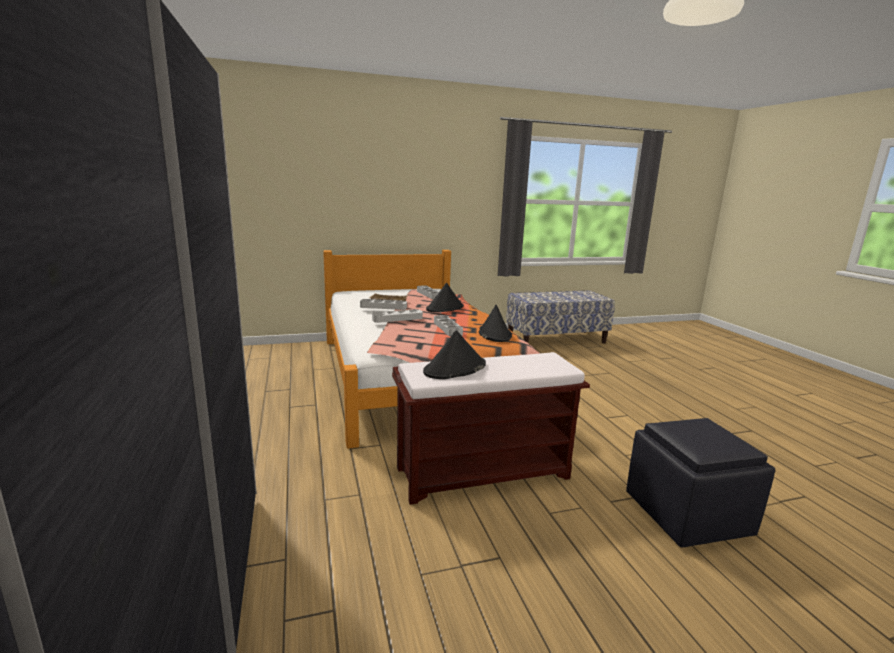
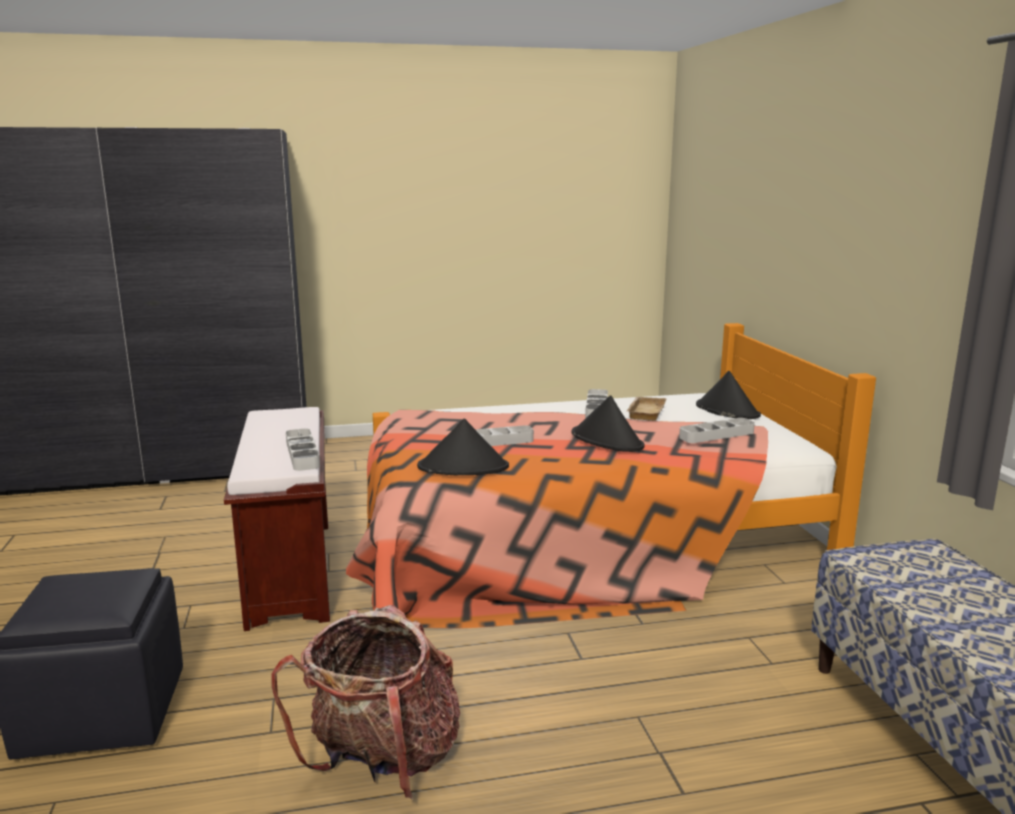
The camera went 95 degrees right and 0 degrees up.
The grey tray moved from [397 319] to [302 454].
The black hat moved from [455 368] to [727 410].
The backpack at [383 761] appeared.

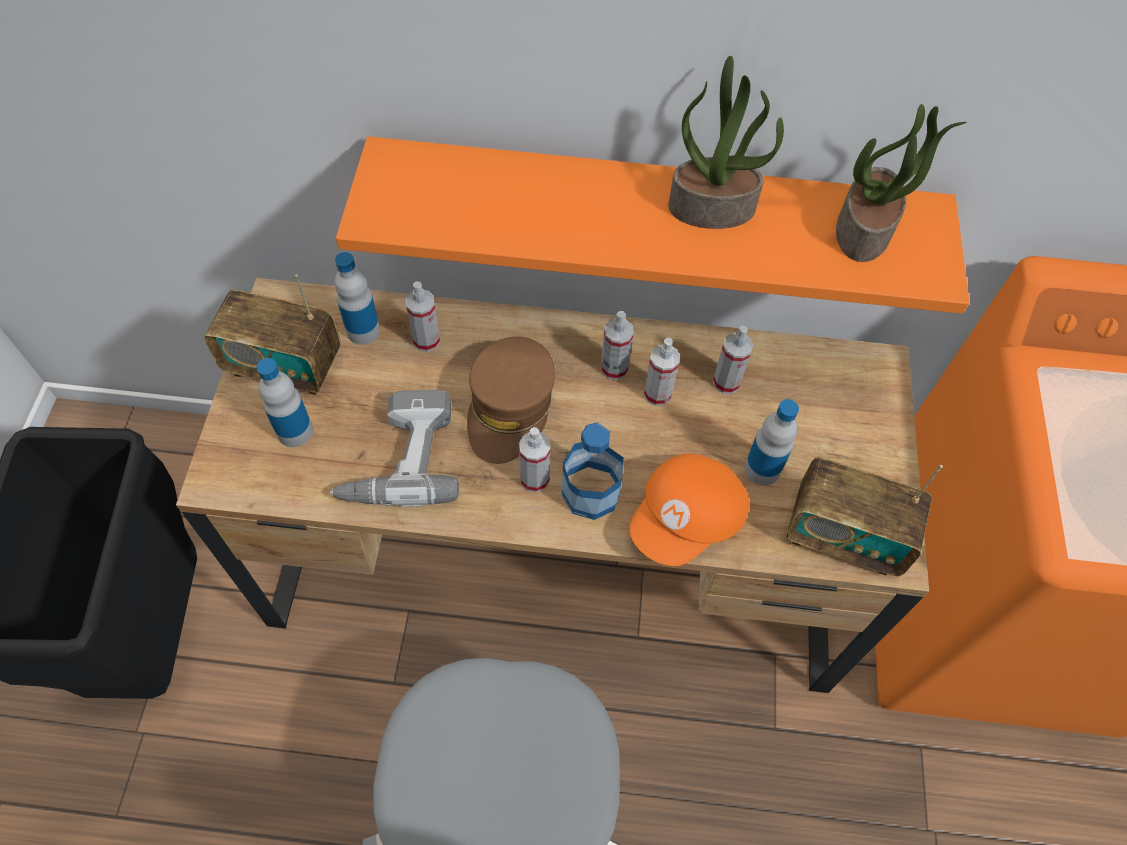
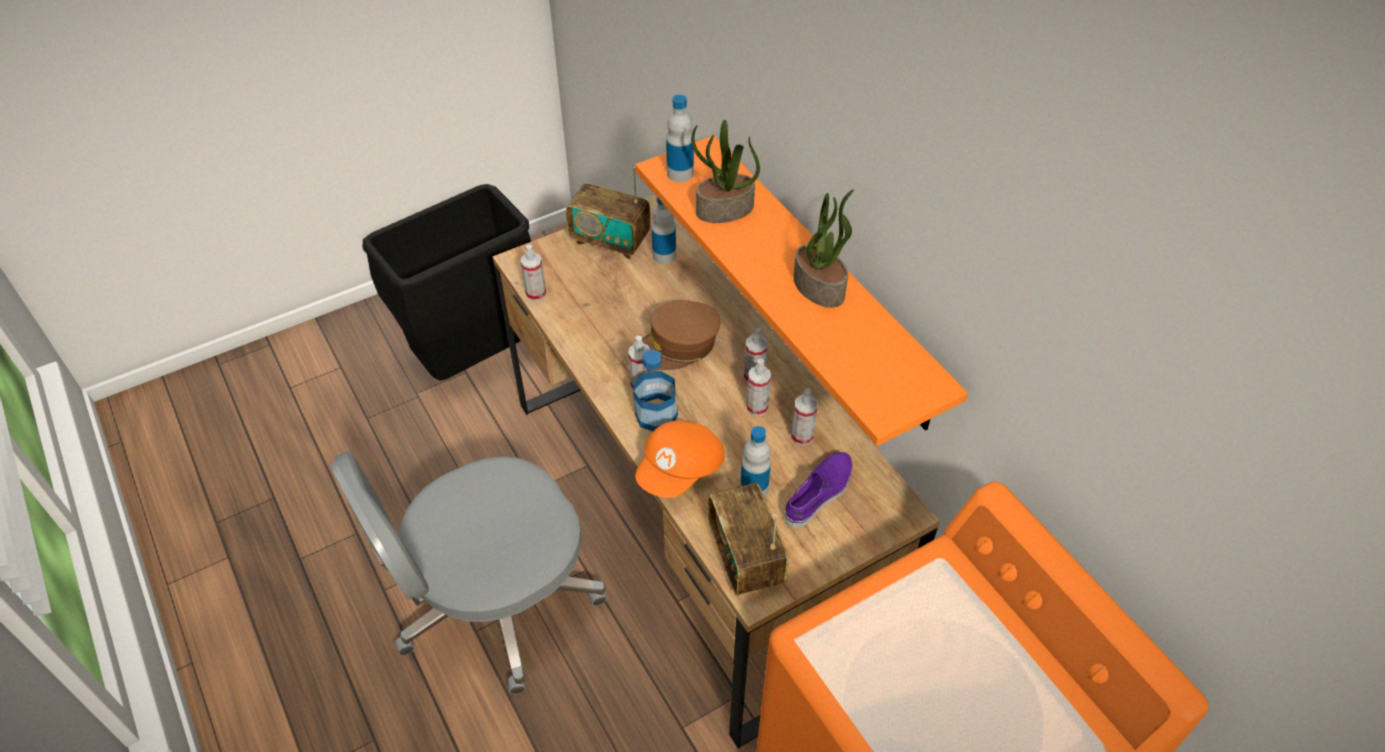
The camera went 55 degrees right and 10 degrees down.
The potted plant moved from [865 230] to [724 210].
The radio at [285 365] turned 45 degrees counterclockwise.
The spray bottle moved from [426 340] to [536 293].
The bottle moved from [295 431] to [680 173].
The power drill at [398 457] disappeared.
The orange cap at [687 520] turned 60 degrees counterclockwise.
The purple shoe at [819 493] appeared.

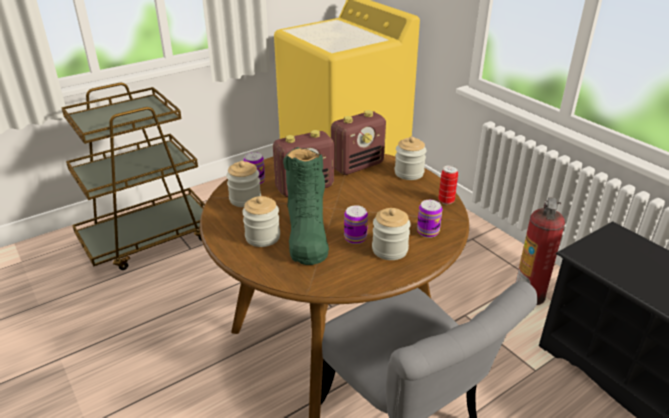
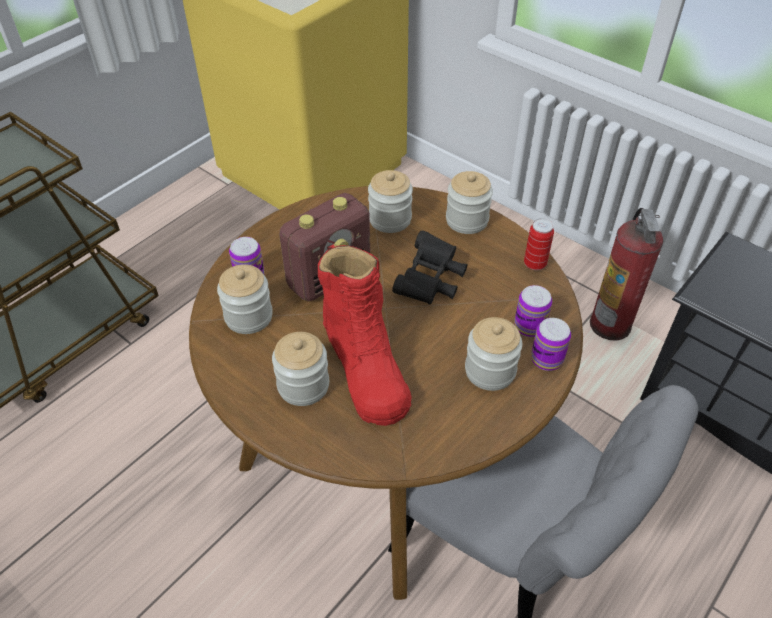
The camera went 15 degrees left and 15 degrees up.
The radio at [357 166] was replaced by the jar at [390 219].
The green boot at [307 234] became the red boot at [365 366].
The can moved from [355 238] to [546 359].
The black binoculars at [430 281] appeared.

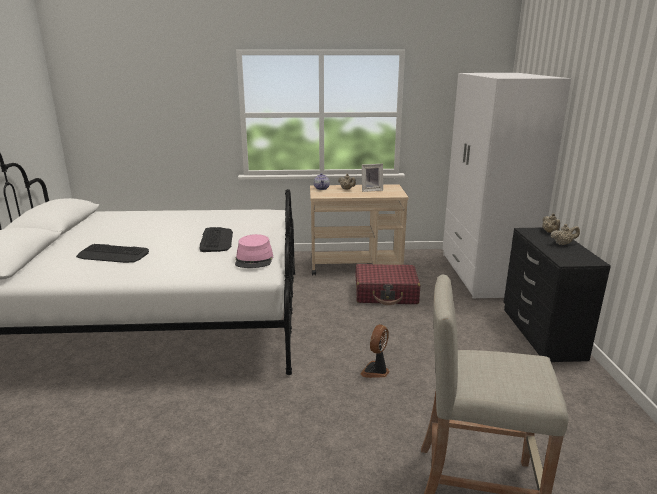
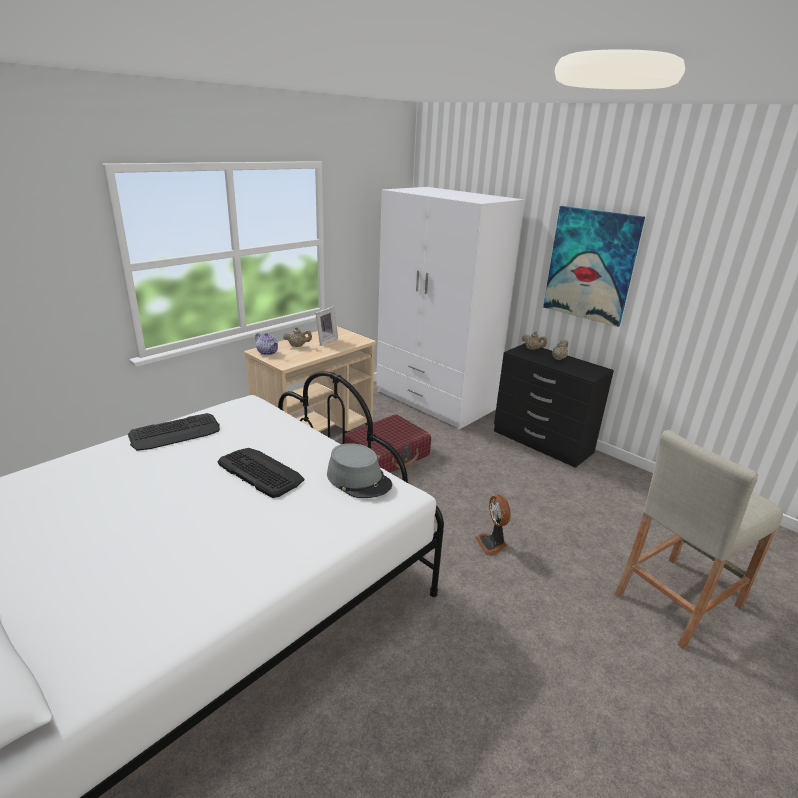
The camera went 45 degrees left and 5 degrees up.
The pink hat at [254 259] became the grey hat at [359 479].
The keyboard moved from [113 255] to [175 433].
The picture at [590 265] appeared.

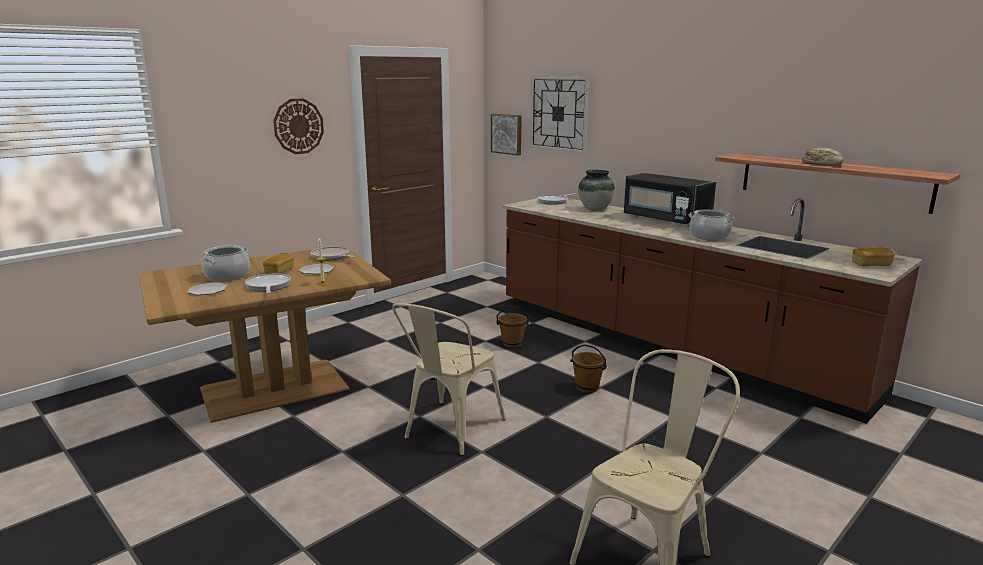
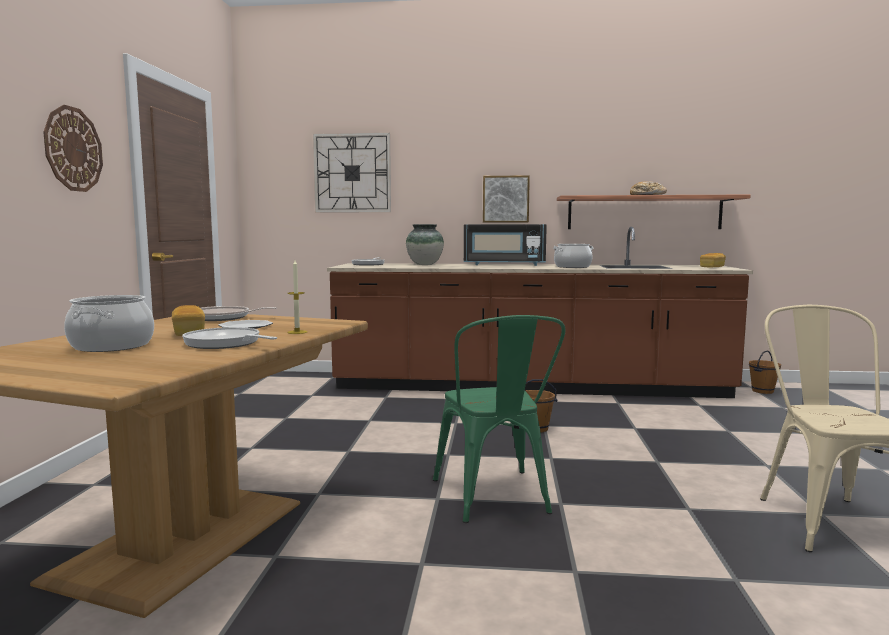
The camera went 40 degrees left and 10 degrees down.
The picture moved from [507 134] to [505 199].
The plate at [208 290] disappeared.
The beige chair at [449 431] became the green chair at [495 499].
The brown bucket moved from [512 344] to [762 391].

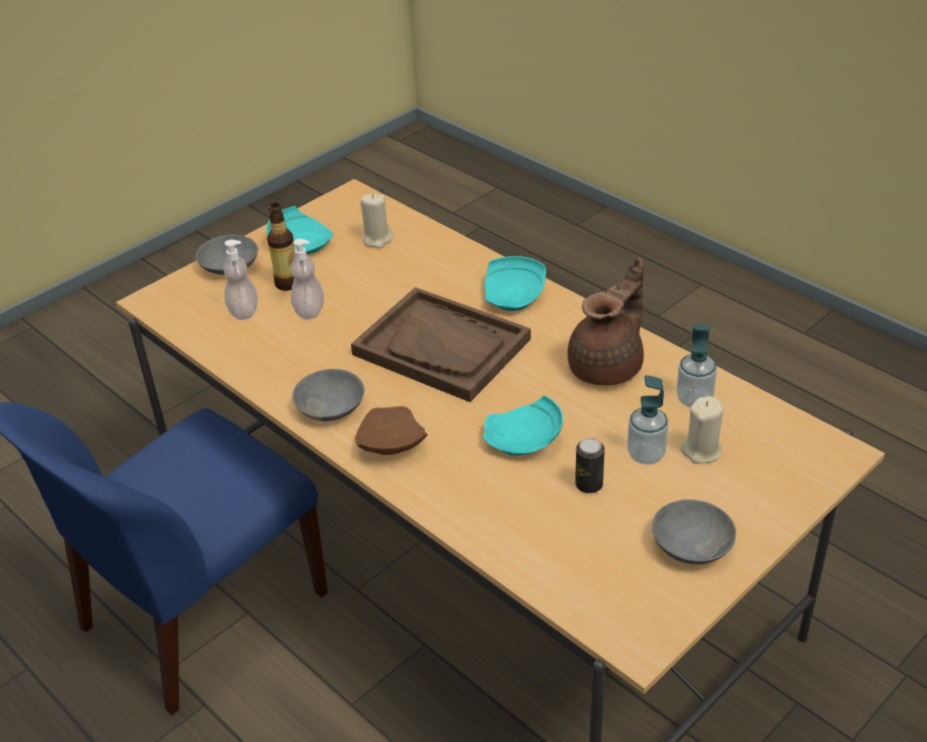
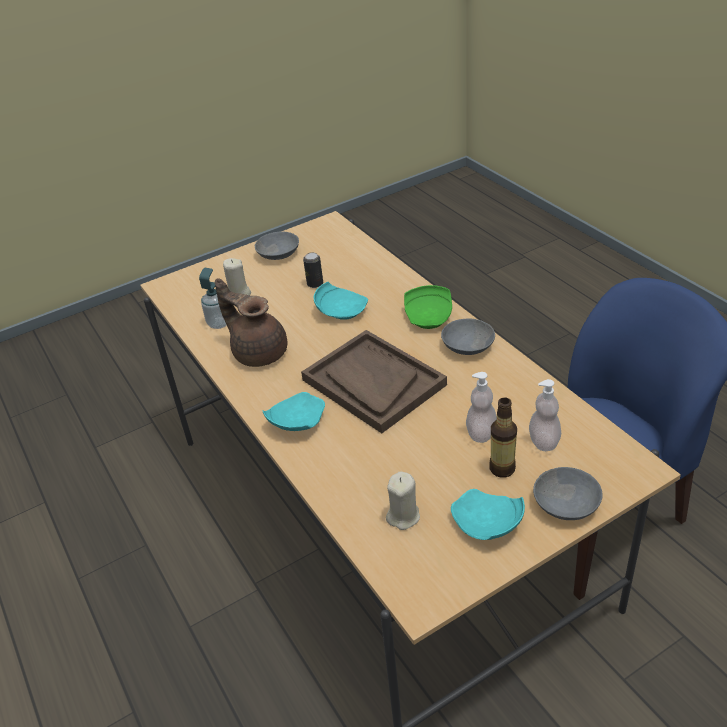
The camera went 165 degrees left and 0 degrees up.
The brown teapot at [608 366] turned 75 degrees clockwise.
The soap dispenser at [646 454] disappeared.
The brown plate at [389 445] became the green plate at [429 317].

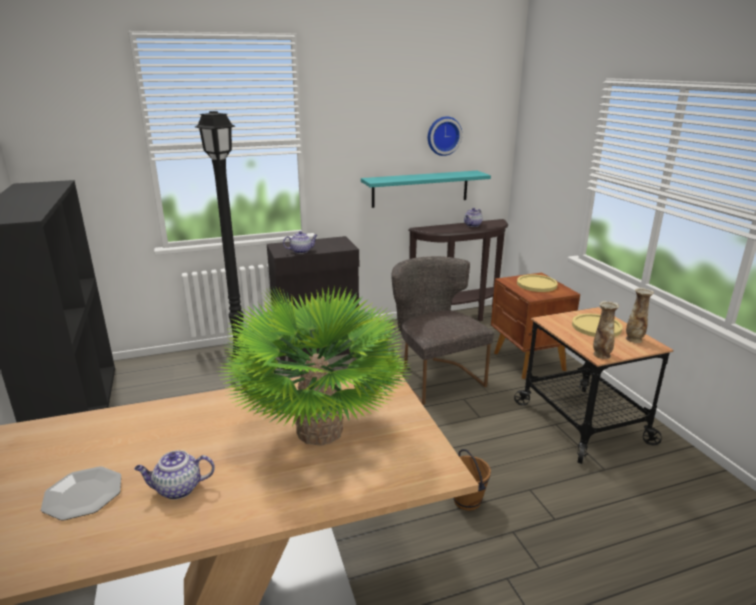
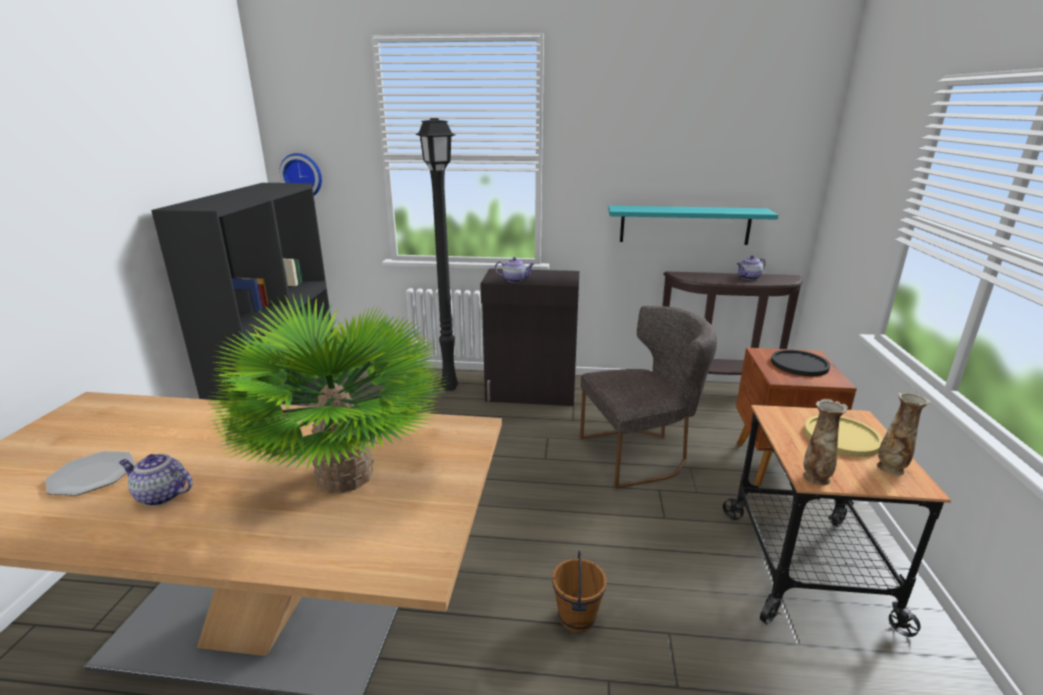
The camera went 25 degrees right and 0 degrees up.
The wall clock moved from [443 135] to [302 175].
The grey chair at [434 376] turned 75 degrees clockwise.
The yellow plate at [536 284] became the black plate at [799 364].

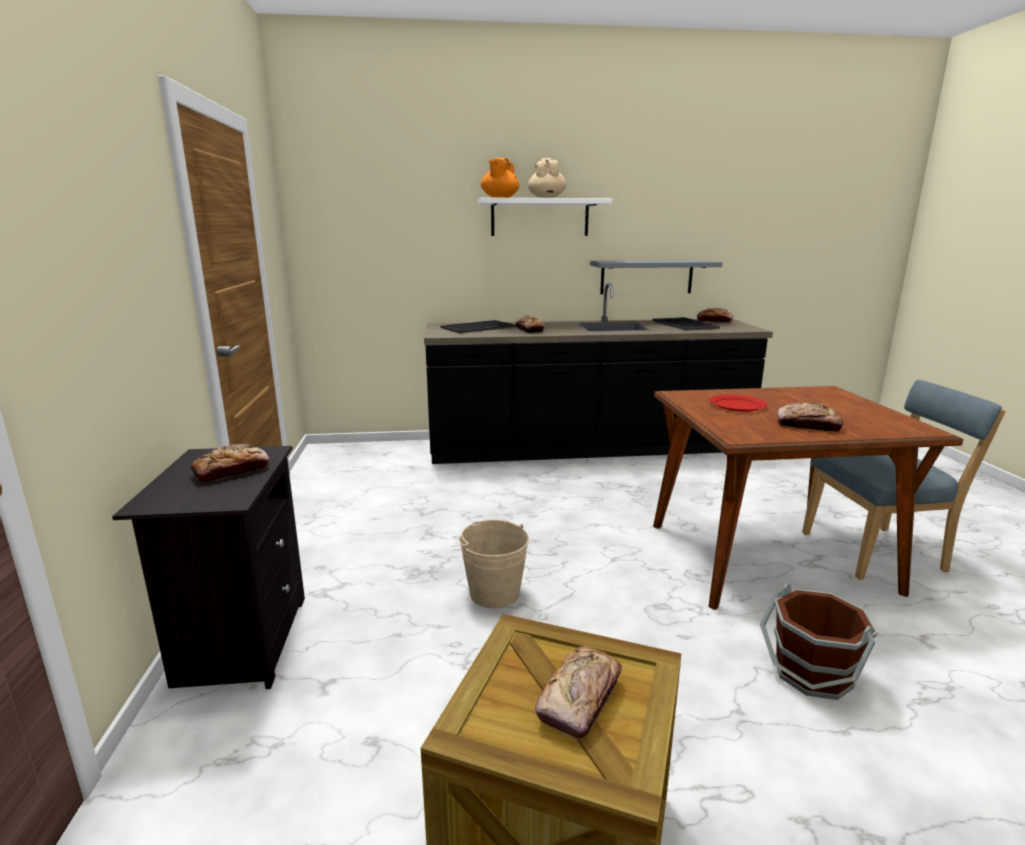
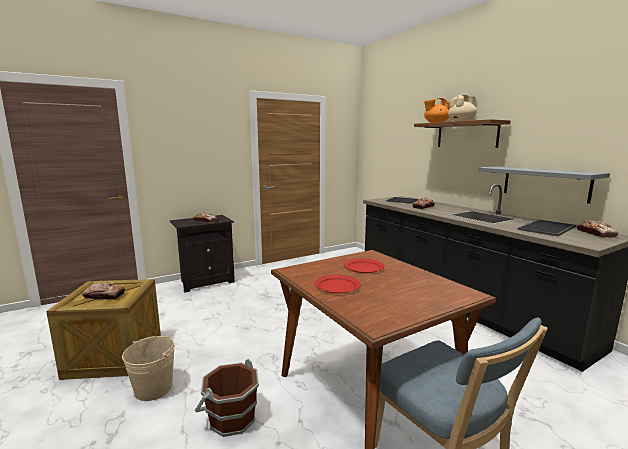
The camera went 65 degrees right and 5 degrees down.
The white shelf at [540 217] became the brown shelf at [467 135].
The bread at [807 425] was replaced by the red plate at [337 286].
The beige bucket moved from [494 593] to [153 389].

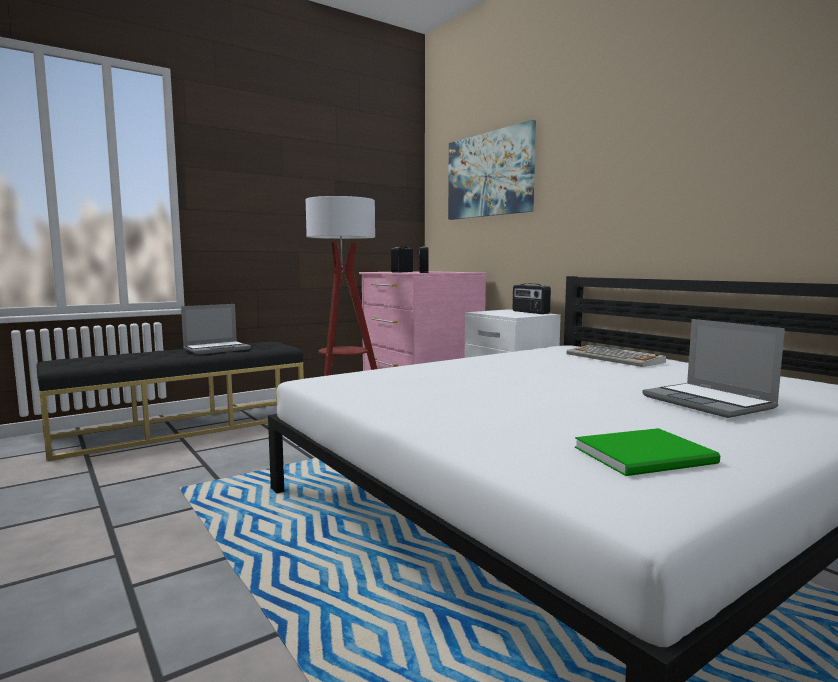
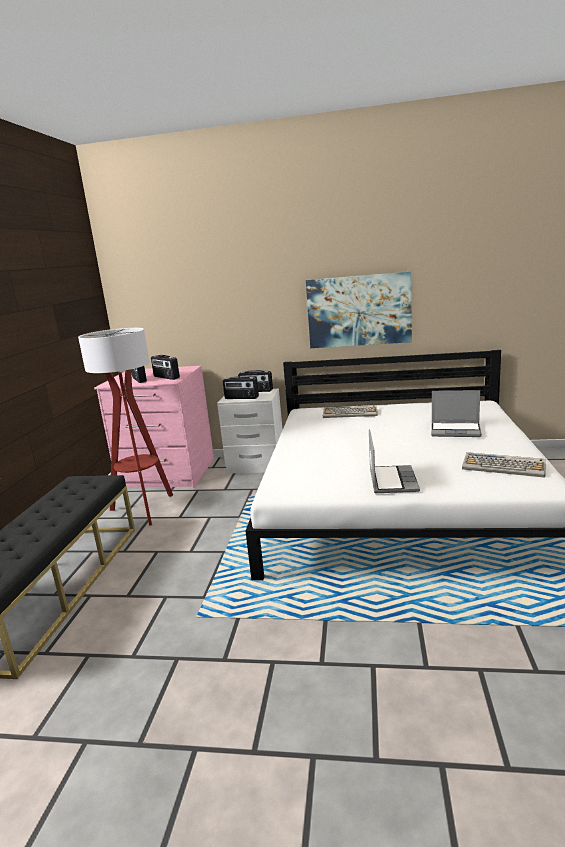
The camera went 45 degrees left and 10 degrees up.
The picture moved from [489 175] to [359 310].
The laptop moved from [217 349] to [392 480].
The green book at [648 456] was replaced by the keyboard at [504 466].
The radio at [241 398] appeared.

